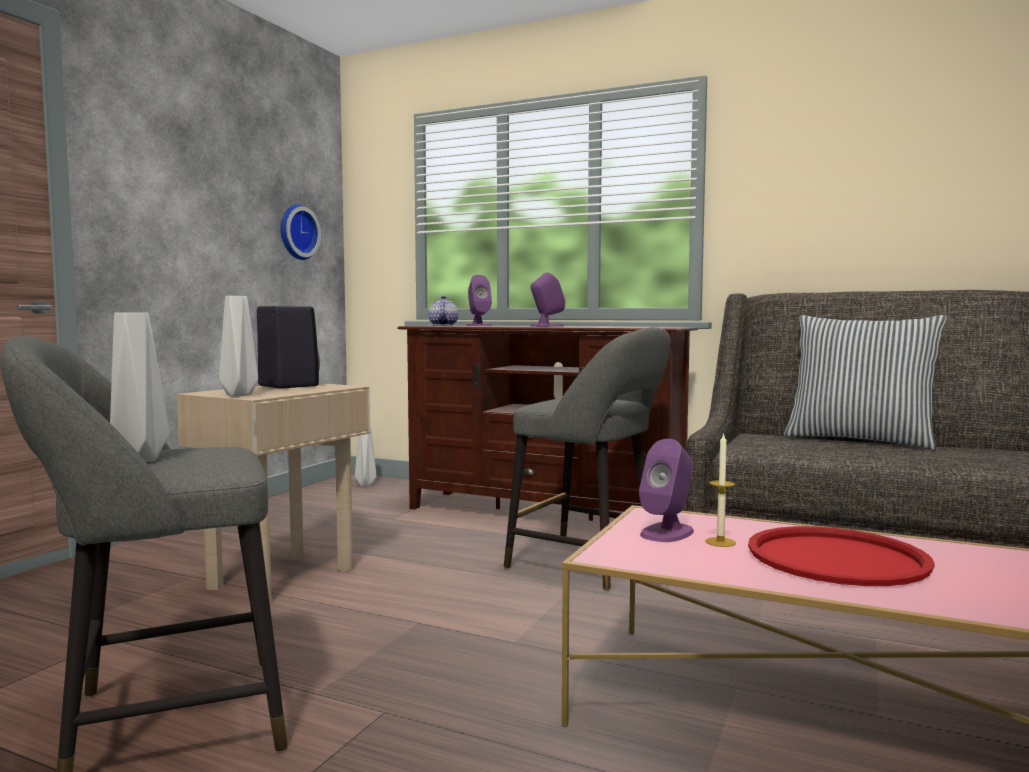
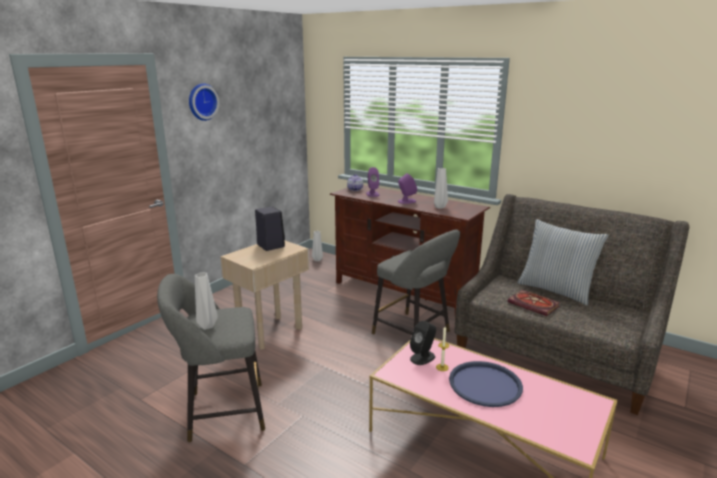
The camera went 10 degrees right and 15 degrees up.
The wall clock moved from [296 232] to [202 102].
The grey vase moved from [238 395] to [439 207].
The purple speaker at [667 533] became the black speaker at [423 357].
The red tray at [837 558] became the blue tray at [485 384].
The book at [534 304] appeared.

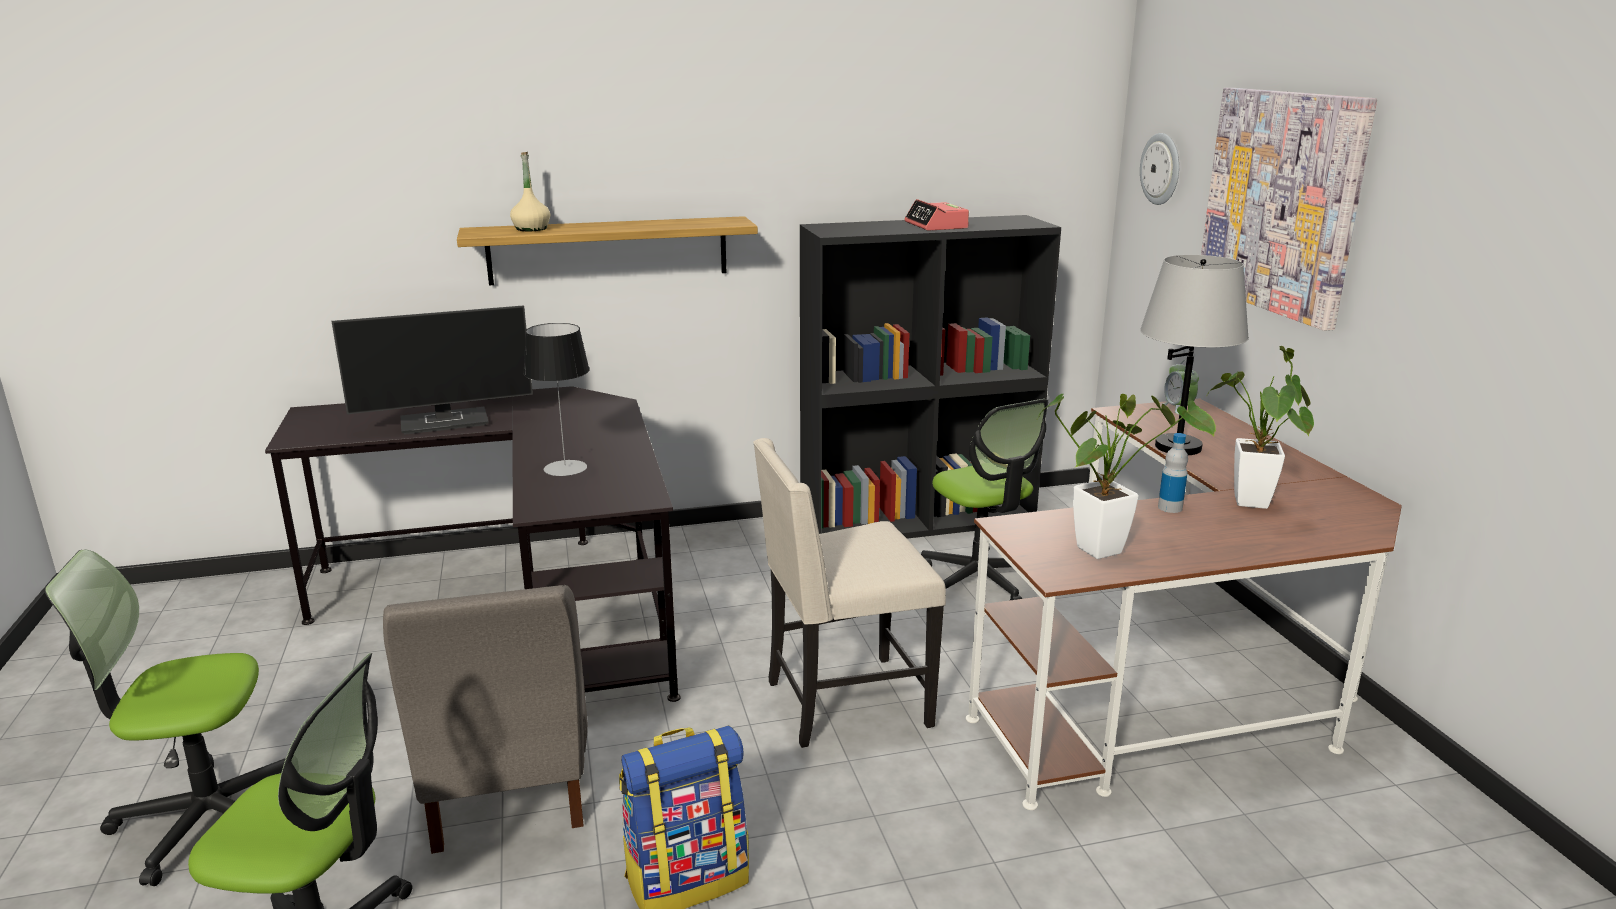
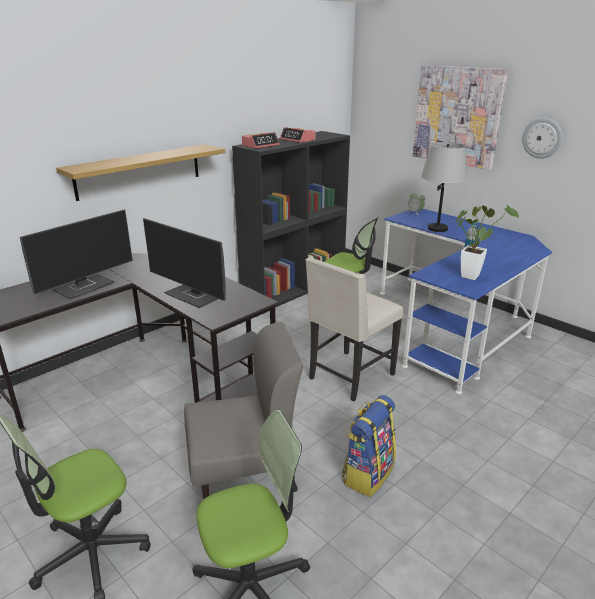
The camera went 30 degrees left and 5 degrees up.
The wall clock moved from [1161 169] to [542 138].
The beige bottle at [531 229] disappeared.
The table lamp at [565 468] was replaced by the monitor at [195 296].
The potted plant at [1251 506] disappeared.
The brown desk at [1176 676] became the blue desk at [455 325].
The grey chair at [508 788] turned 60 degrees counterclockwise.
The alarm clock at [260 145] appeared.

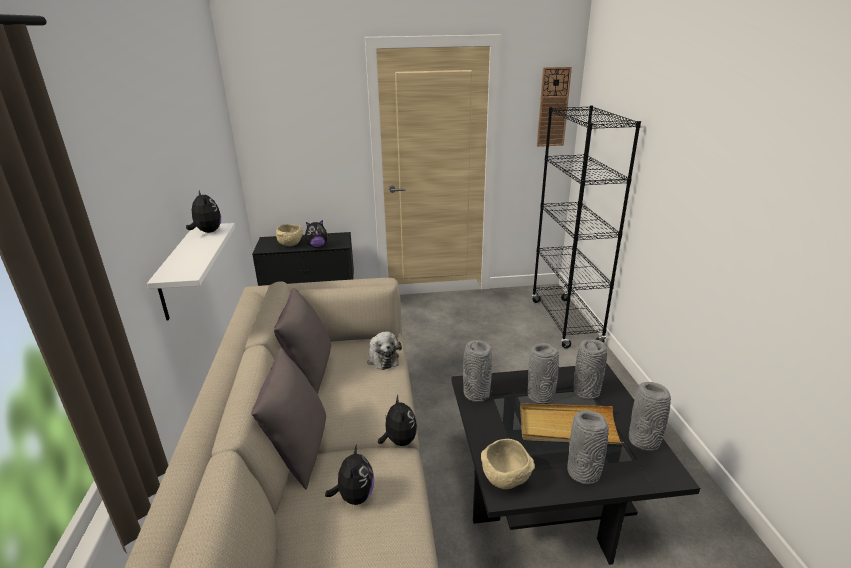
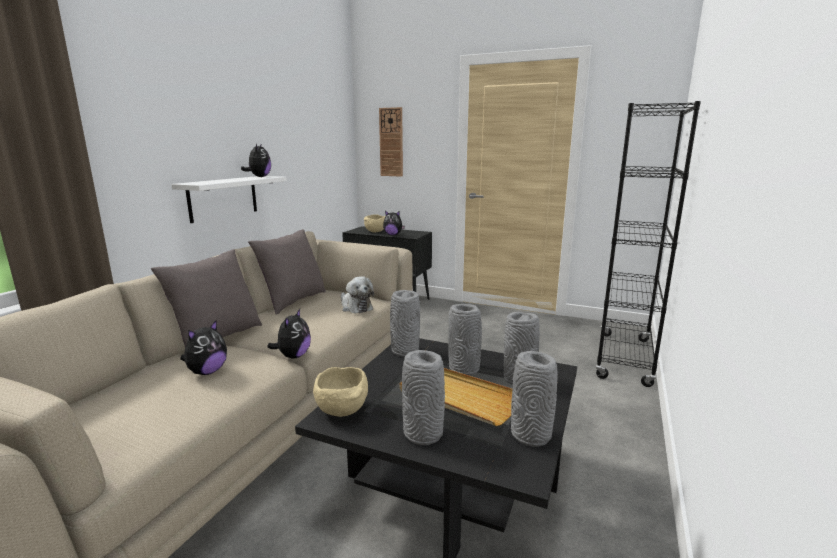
The camera went 30 degrees right and 10 degrees down.
The wall clock moved from [553 107] to [391 142].
The plush toy at [382 358] turned 45 degrees counterclockwise.

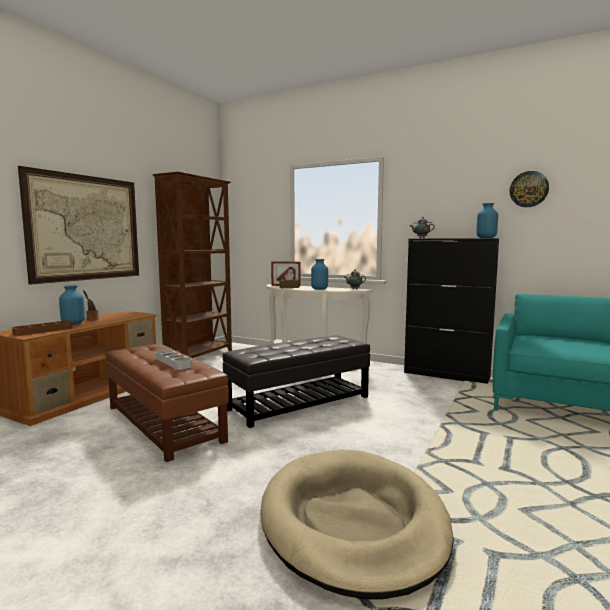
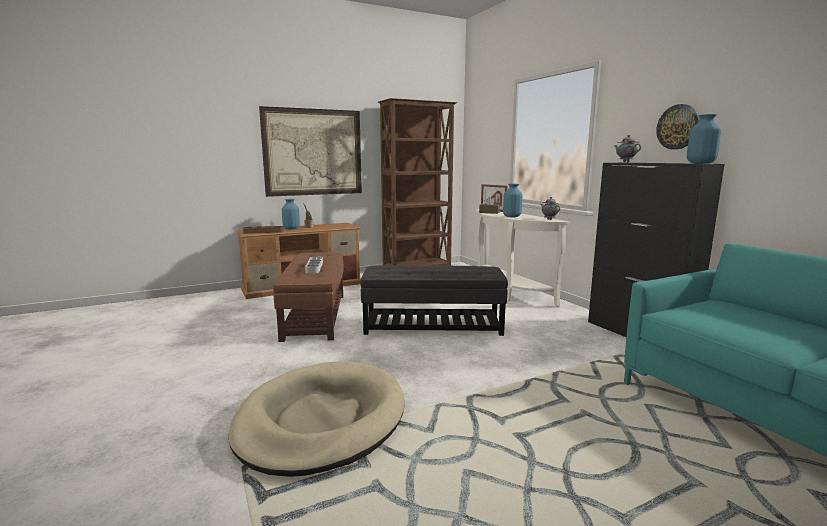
The camera went 35 degrees right and 5 degrees up.
The wall clock moved from [529 189] to [678 127].

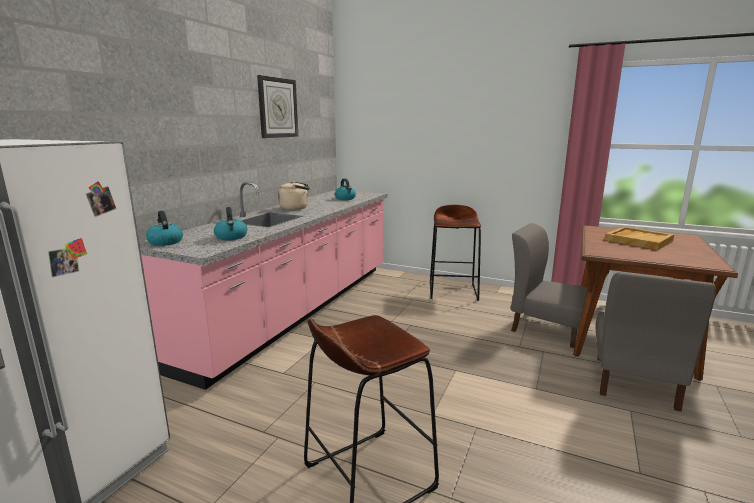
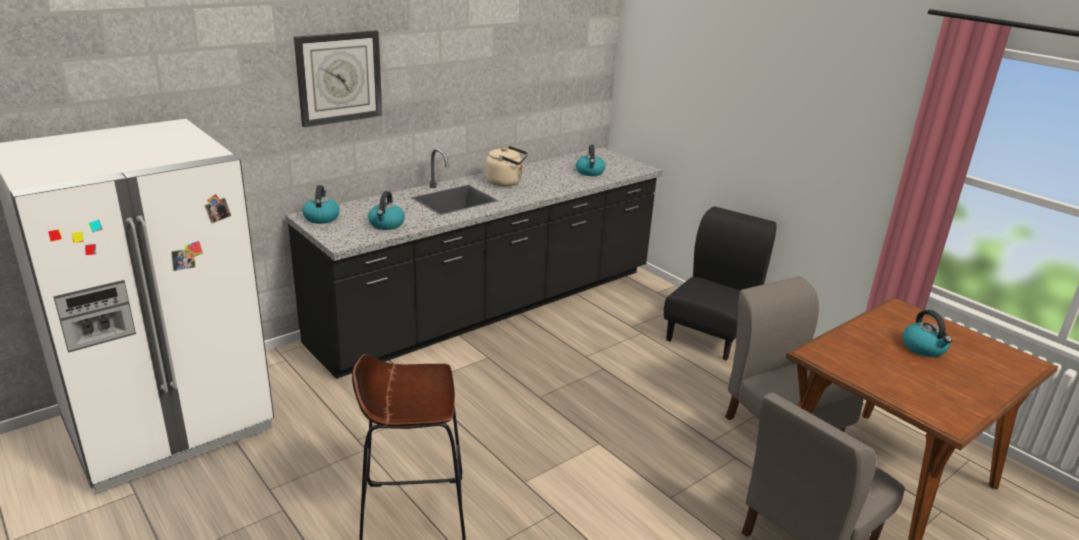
The camera went 25 degrees right and 10 degrees up.
The wall clock moved from [277 108] to [339 77].
The pink counter at [297 309] became the black counter at [490 307].
The brown stool at [453 291] was replaced by the black chair at [710 335].
The beige tray at [638 240] was replaced by the kettle at [924 348].

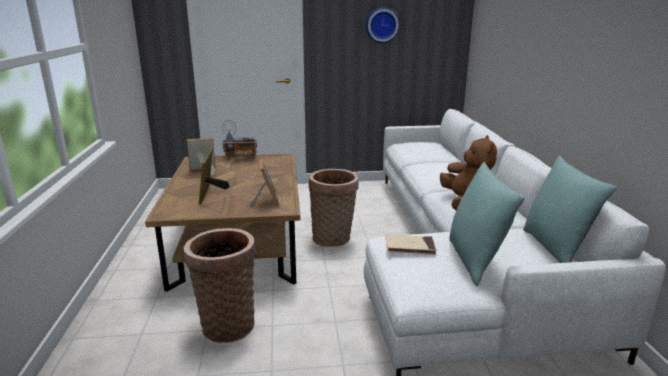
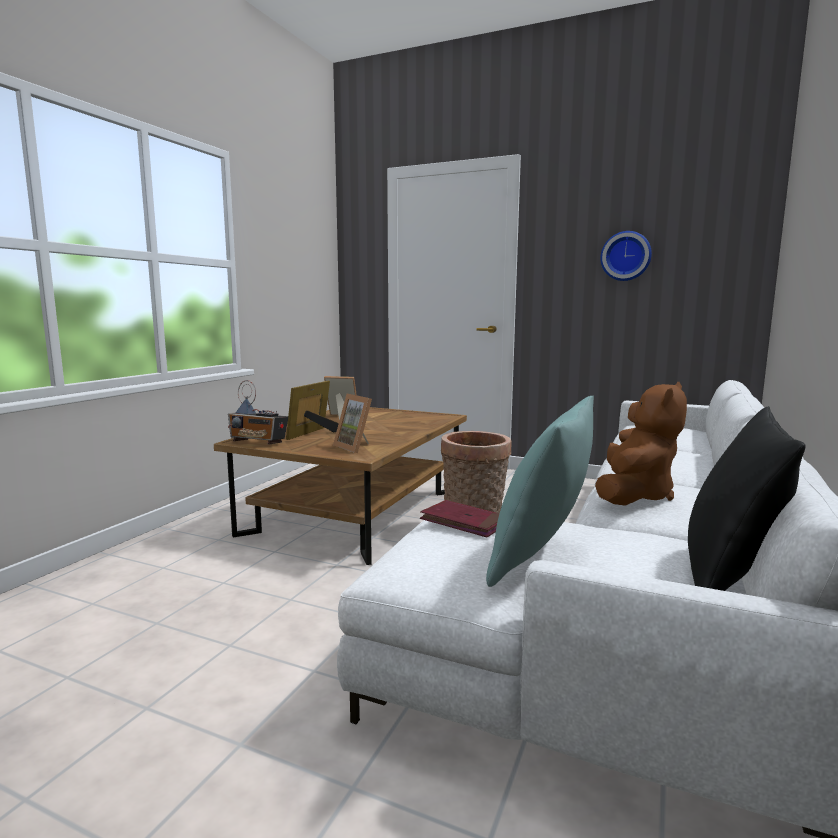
The camera went 30 degrees right and 10 degrees down.
The radio moved from [241 157] to [259 442].
The turquoise pillow at [555 248] became the black pillow at [729 581].
The picture frame at [266 201] turned 120 degrees clockwise.
The basket at [227 324] disappeared.
The beige book at [410 247] became the red book at [464 522].

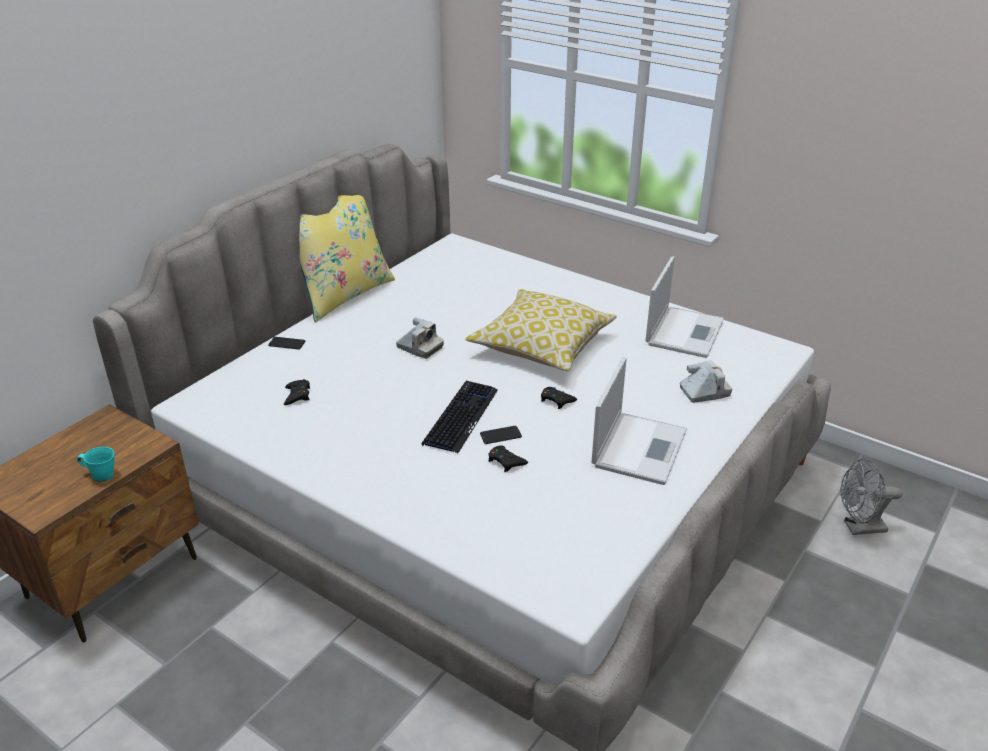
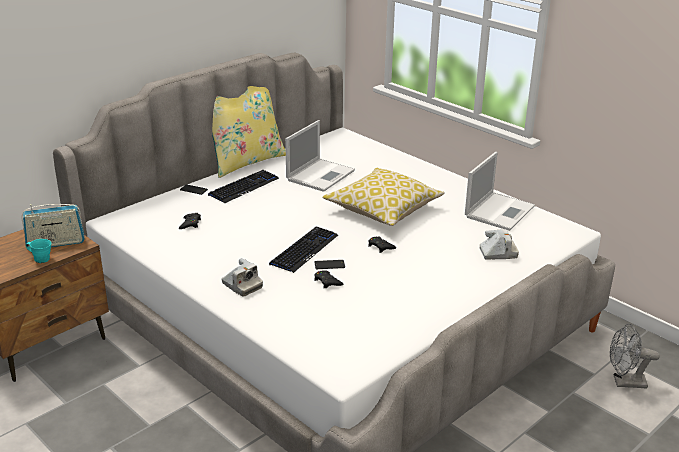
The camera went 10 degrees right and 5 degrees down.
The photo camera moved from [419 347] to [242 286].
The laptop moved from [639 447] to [321 175].
The keyboard at [244 187] appeared.
The radio at [56 243] appeared.

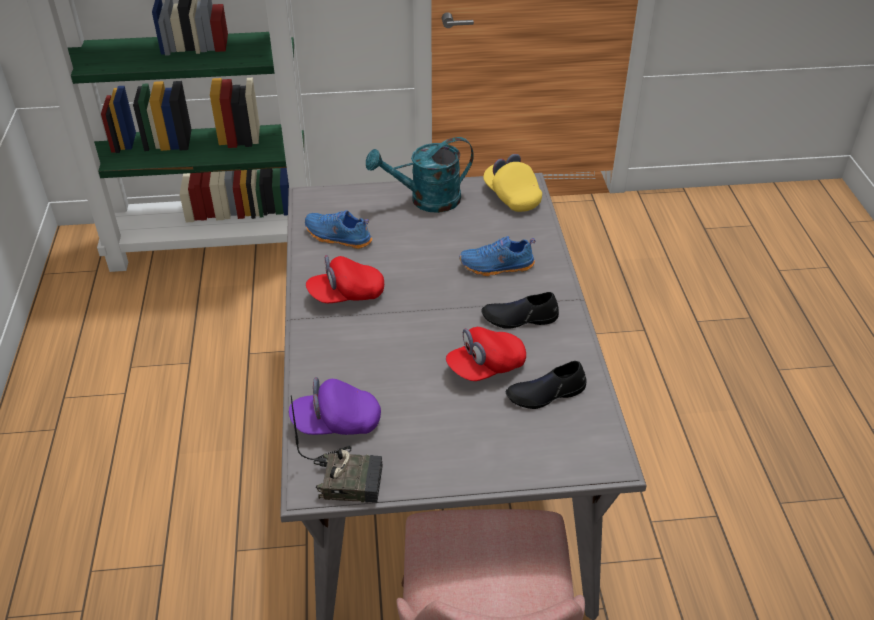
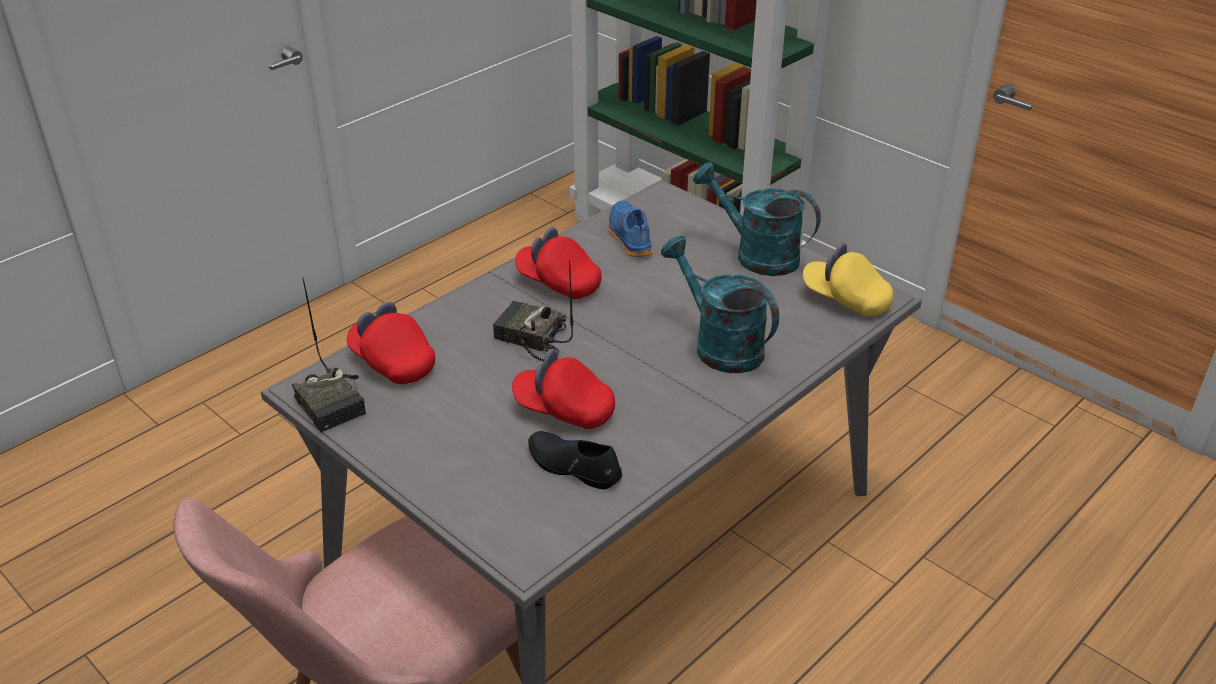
The camera went 50 degrees right and 5 degrees down.
The yellow cap at [511 196] turned 75 degrees counterclockwise.
The blue shoe at [496 267] was replaced by the turquoise watering can at [719 345].
The black shoe at [519 318] disappeared.
The purple cap at [336 423] became the red cap at [392 362].
The radio at [530 338] appeared.

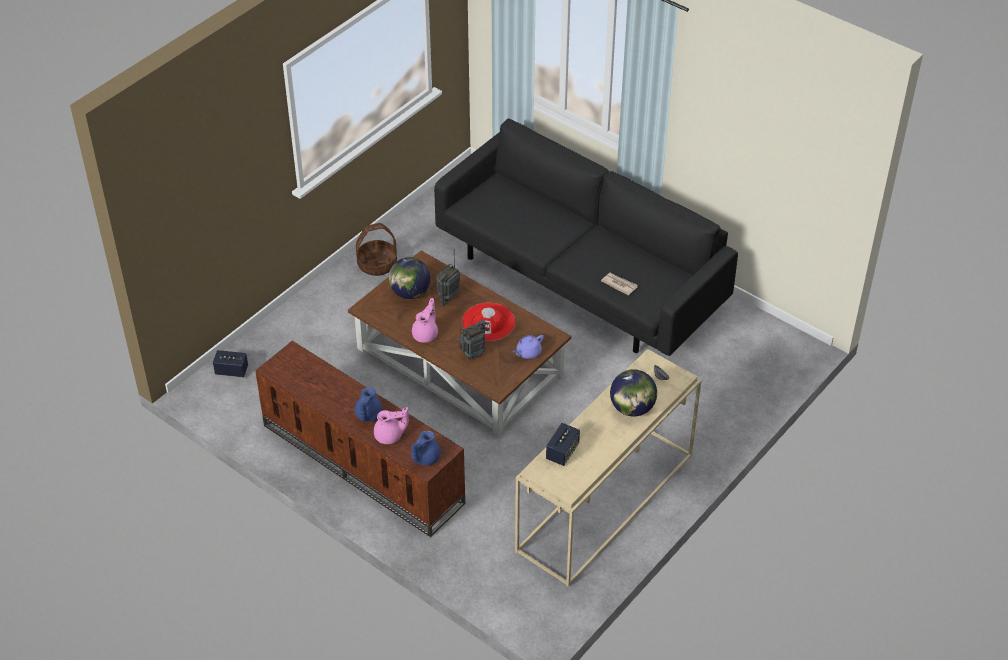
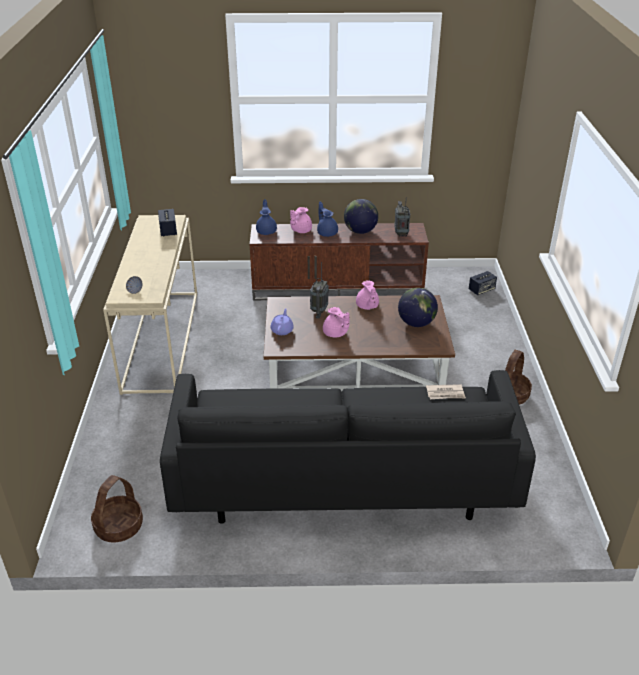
The camera went 140 degrees right and 10 degrees down.
The radio moved from [448 296] to [401 234].
The newspaper moved from [619 284] to [445 393].
The red hat at [488 322] was replaced by the pink teapot at [335 334].
The globe moved from [632 408] to [360 231].
The basket at [119 526] appeared.

